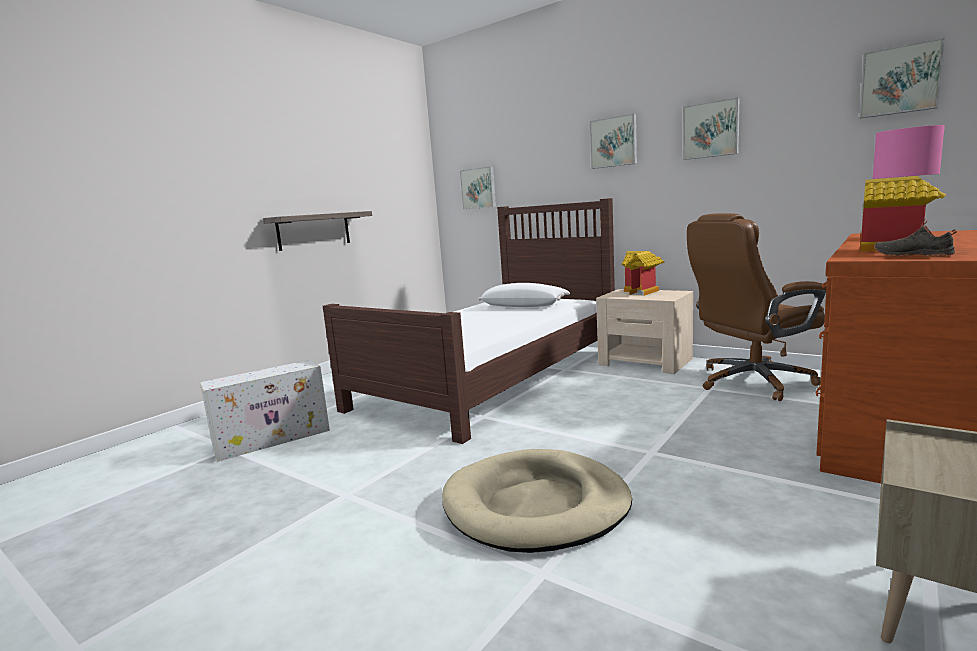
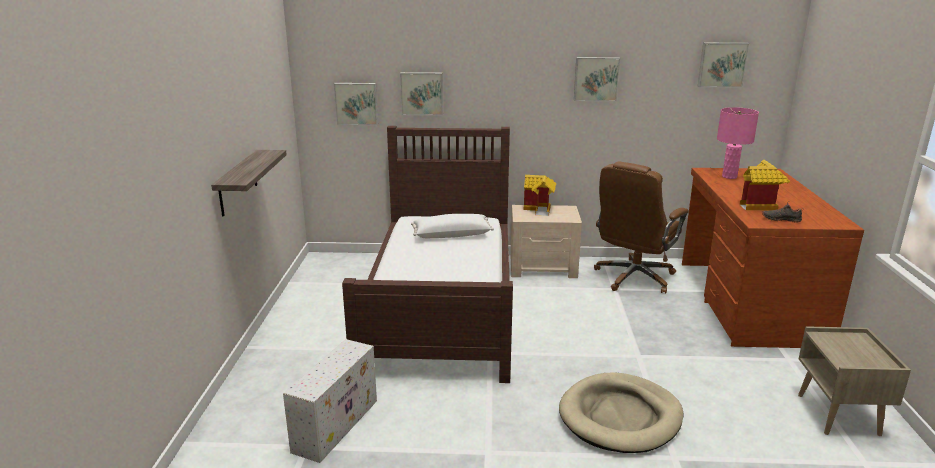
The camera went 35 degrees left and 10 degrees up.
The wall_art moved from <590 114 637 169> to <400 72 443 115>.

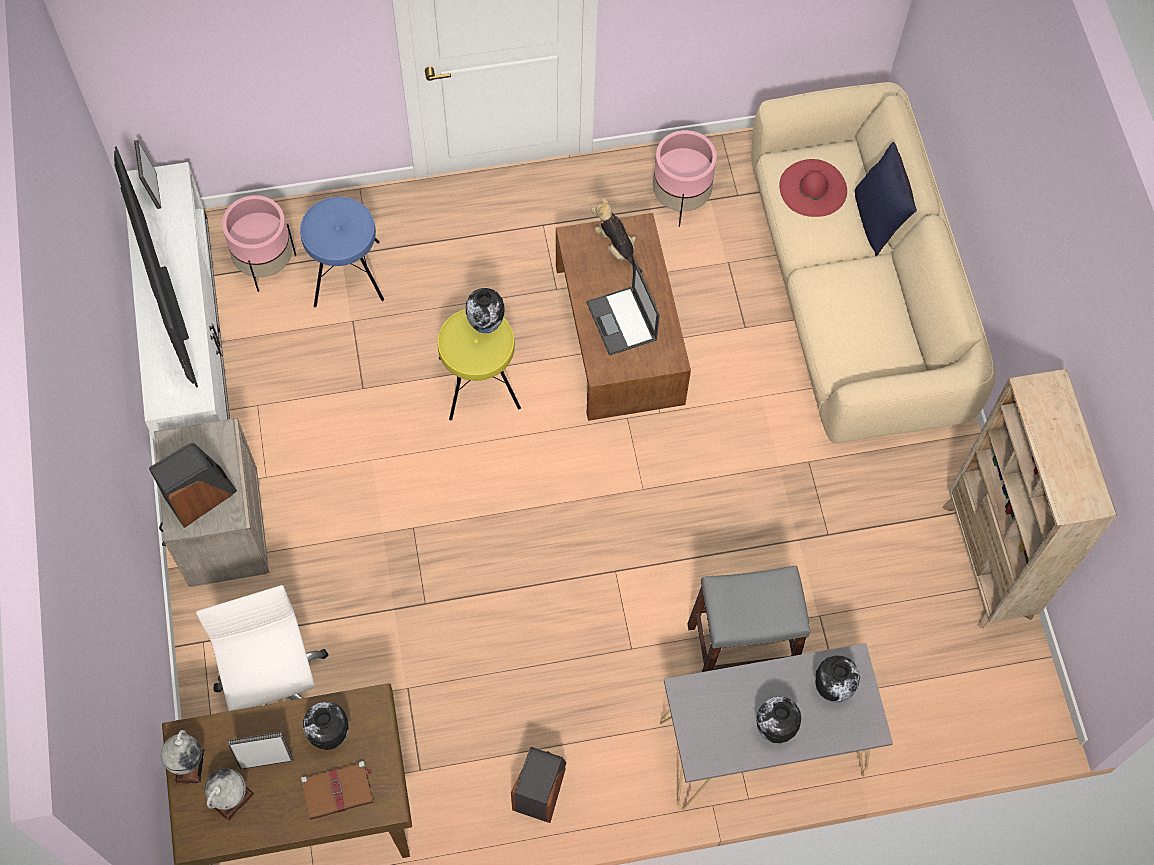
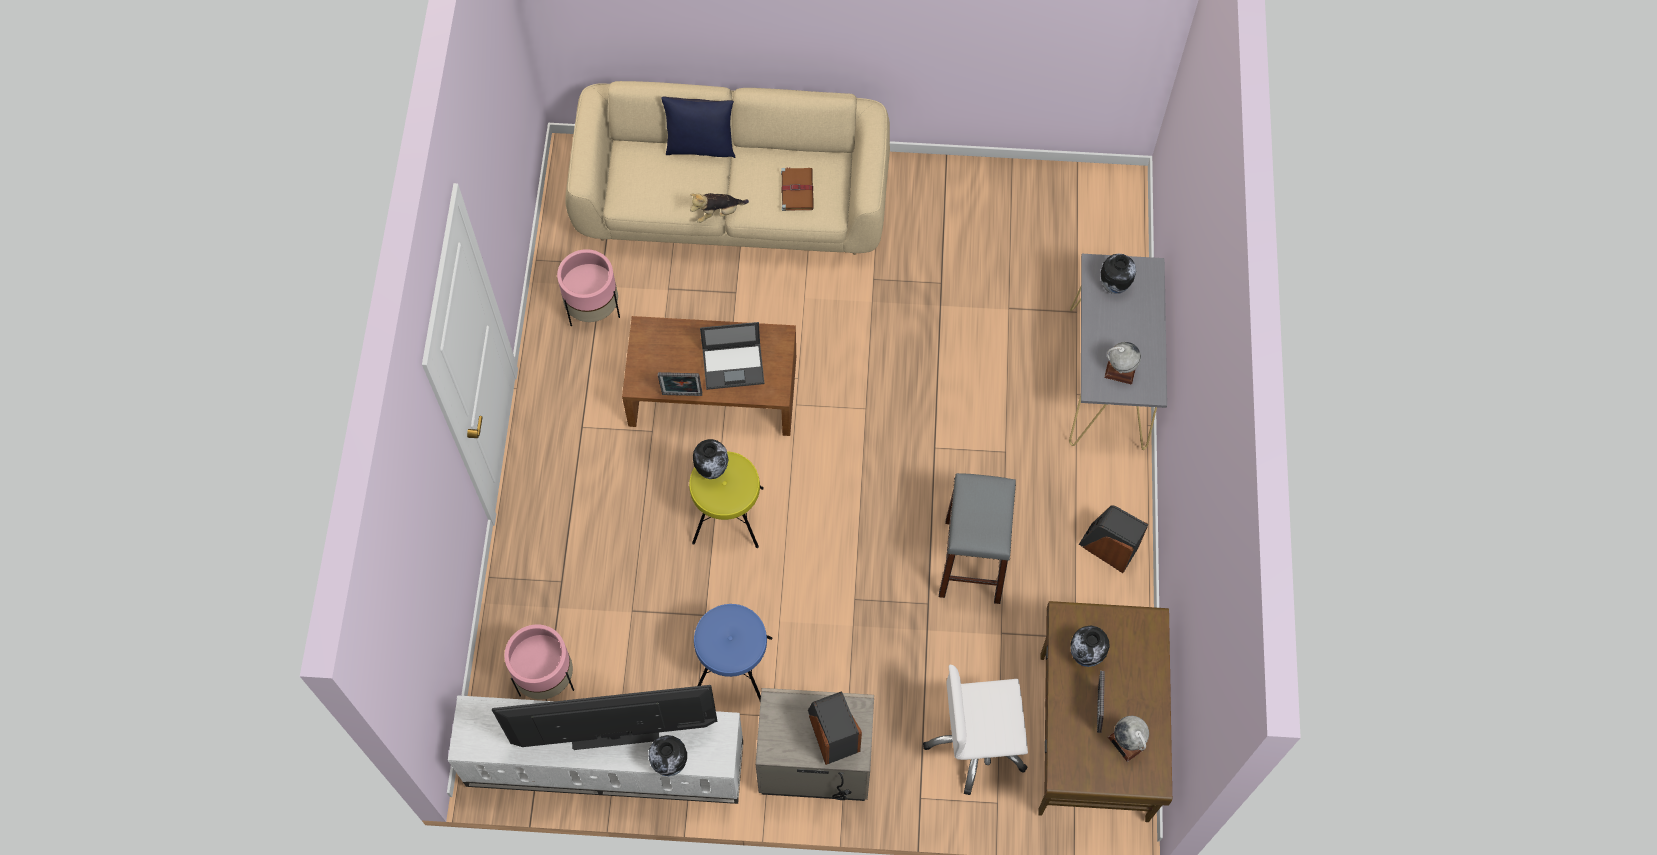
The camera went 75 degrees left and 0 degrees up.
The red-coloured_hat at <779 159 847 217> disappeared.
The beige_bookcase at <942 369 1117 629> disappeared.
The photo_frame moved from <134 140 161 209> to <658 372 702 396>.
The desk_globe moved from <161 730 205 784> to <1104 342 1141 385>.
The bluish_stool moved from <300 197 384 307> to <694 604 773 701>.
The brown_volume moved from <301 761 373 820> to <781 168 814 211>.
The soft_toy moved from <591 198 642 273> to <690 193 749 223>.
The gray_stool moved from <687 565 810 672> to <939 473 1016 604>.
The vase moved from <756 696 802 743> to <649 735 687 776>.

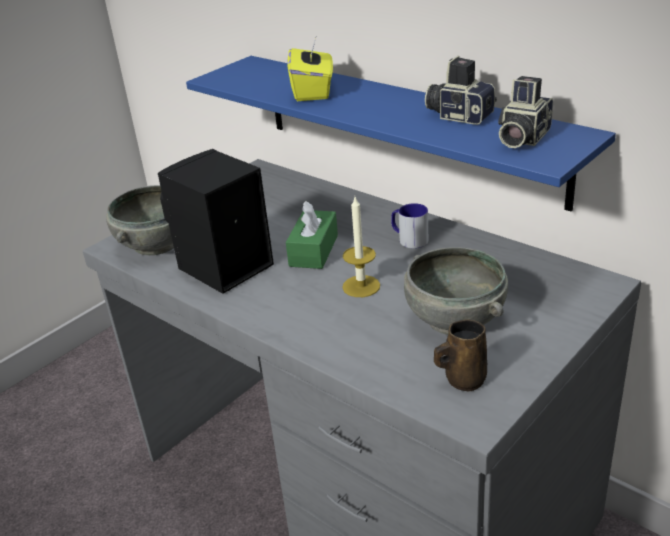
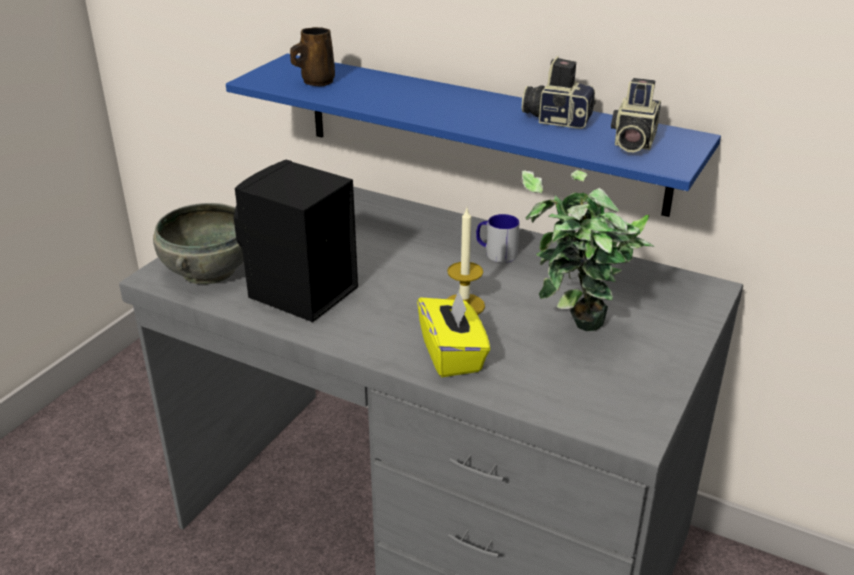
The camera went 15 degrees left and 0 degrees up.
The greenish_tissue_box at <286 201 338 269> disappeared.
The yellow-coloured_tissue_box moved from <288 38 333 101> to <417 290 490 377>.
The brown_coffee_mug moved from <434 320 487 391> to <290 27 335 87>.
The gray_serving_bowl at <404 247 508 335> was replaced by the houseplant at <522 170 654 331>.

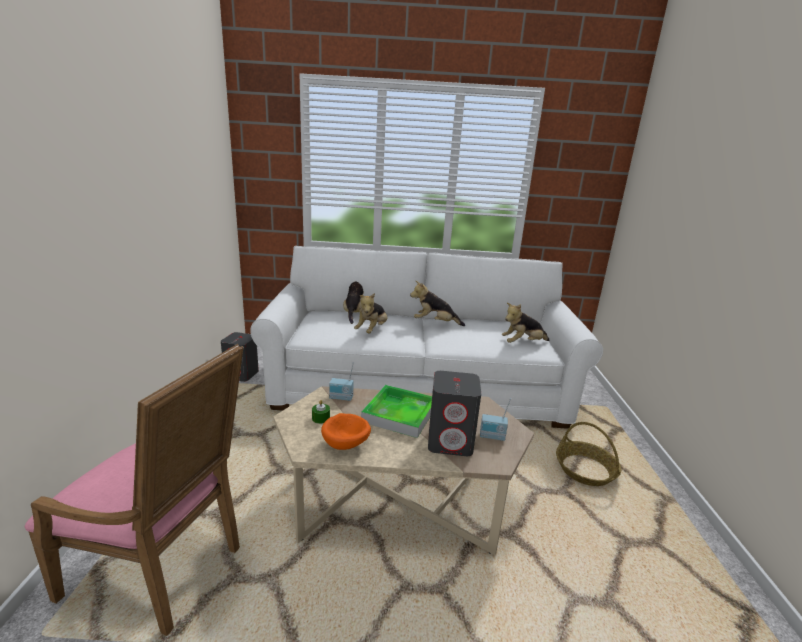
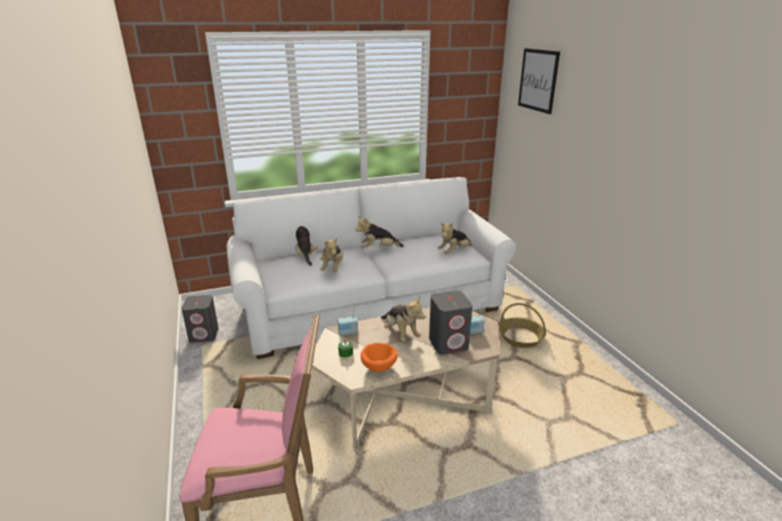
The camera went 20 degrees left and 5 degrees up.
The wall_art at <518 48 560 114> appeared.
The tray at <361 385 432 438> was replaced by the soft_toy at <381 297 425 341>.

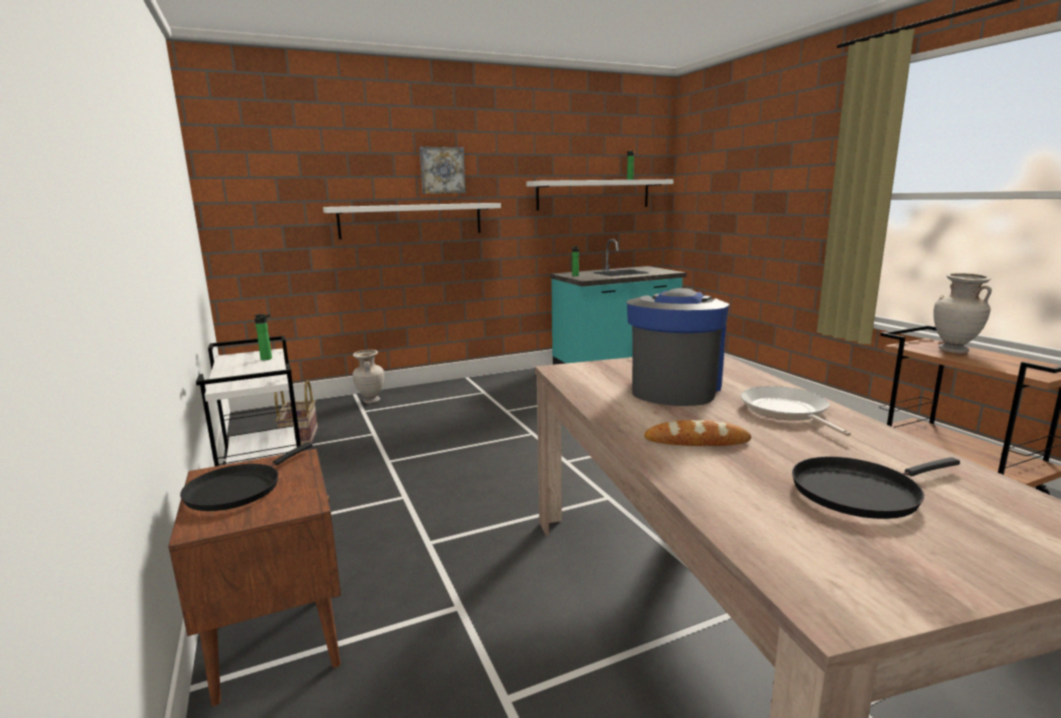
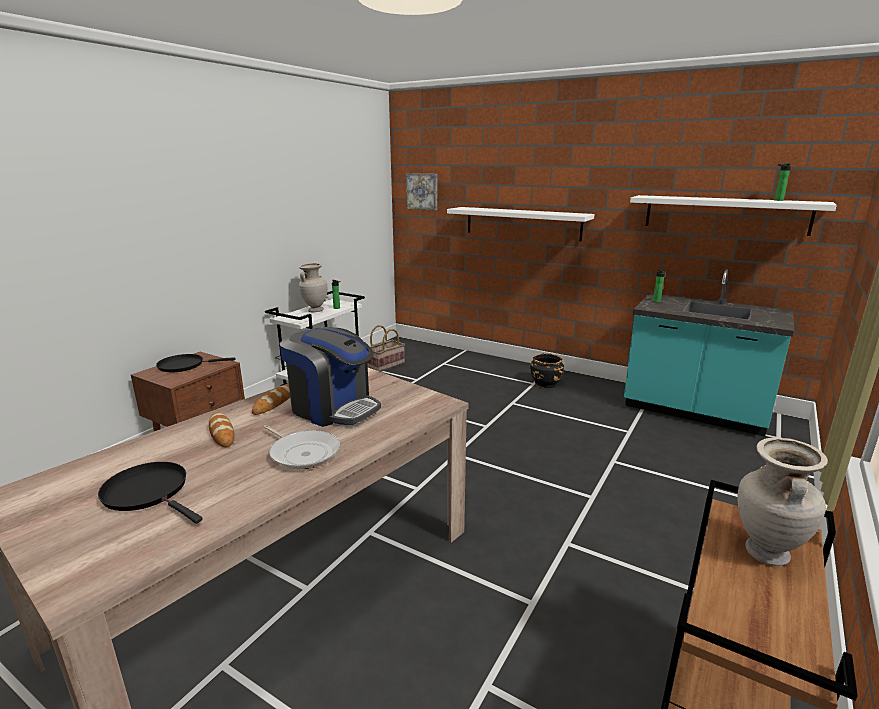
The camera went 55 degrees right and 5 degrees up.
The bakery_bread at <252 385 290 415> appeared.
The black-coloured_plant_pot at <530 353 564 388> appeared.
The beige_vase moved from <352 350 384 404> to <299 263 328 312>.
The wall_art moved from <419 147 466 194> to <406 173 437 211>.
The coffee_maker at <627 287 729 406> turned 45 degrees clockwise.
The frying_pan at <741 386 851 436> turned 90 degrees clockwise.

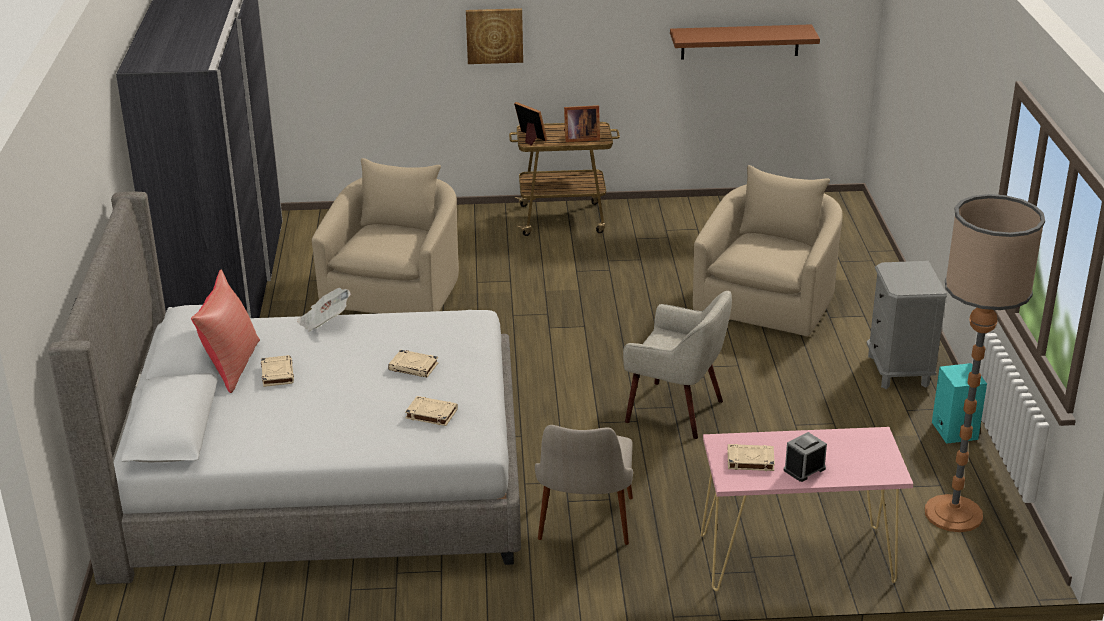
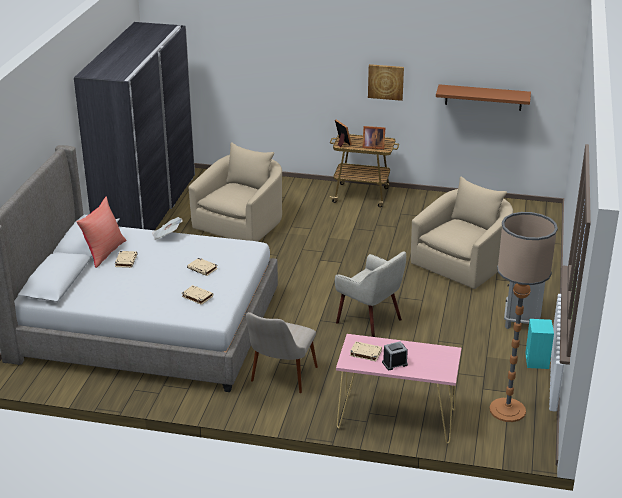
The camera went 15 degrees right and 0 degrees up.
The wall_art moved from <466 8 523 64> to <368 64 404 101>.

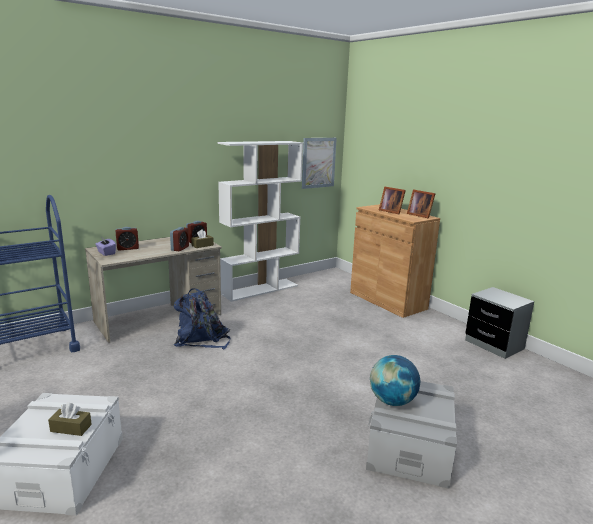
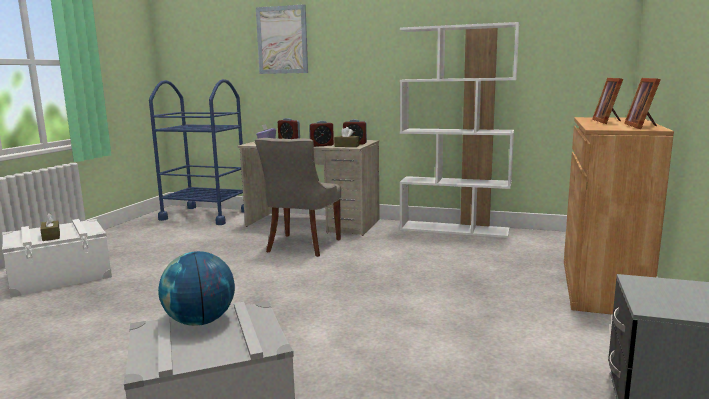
The camera went 55 degrees right and 5 degrees down.
The wall_art moved from <302 138 337 189> to <256 4 308 74>.
The bluish_knapsack at <174 288 230 349> was replaced by the gray_upright_chair at <255 138 341 257>.

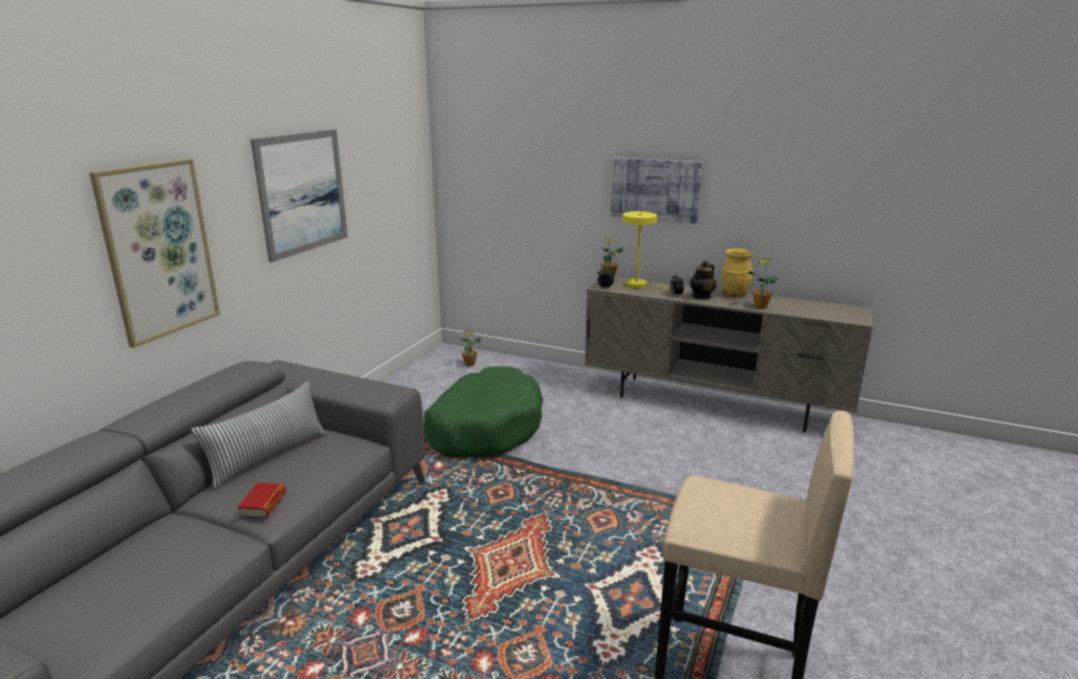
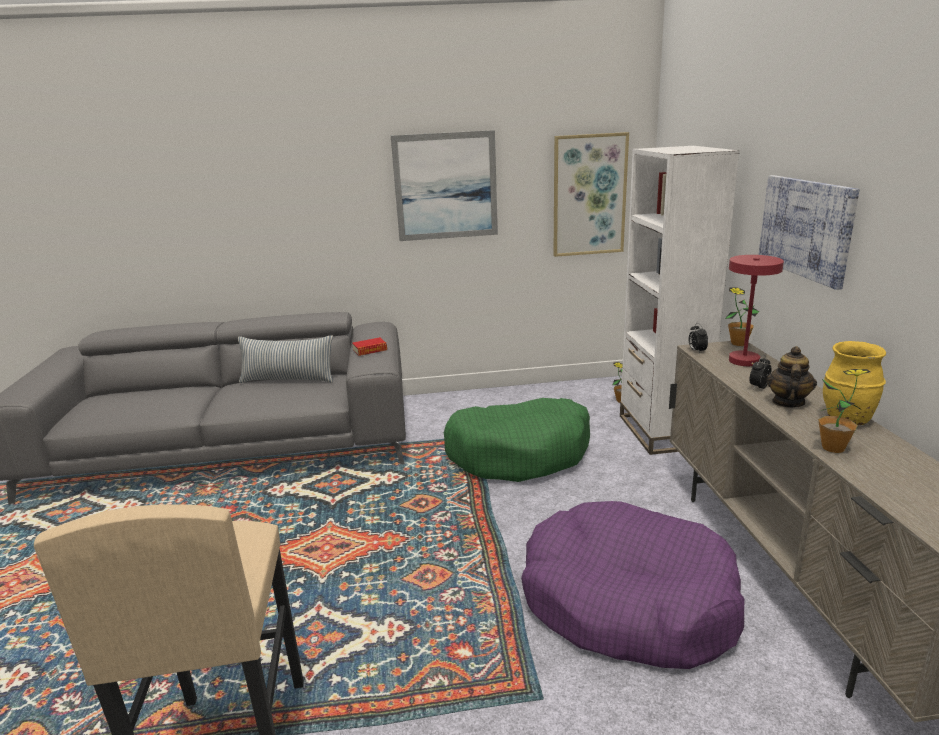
The camera went 60 degrees right and 0 degrees up.
The purple_dog_bed at <521 501 744 669> appeared.
The white_bookcase at <620 146 740 455> appeared.
The wall_art moved from <89 159 220 348> to <553 132 629 257>.
The volume moved from <237 483 286 519> to <352 337 387 356>.
The yellow-coloured_tabletop_lamp at <623 211 671 290> became the red-coloured_tabletop_lamp at <729 255 784 366>.
The pot_for_tea at <689 260 717 300> turned 105 degrees clockwise.

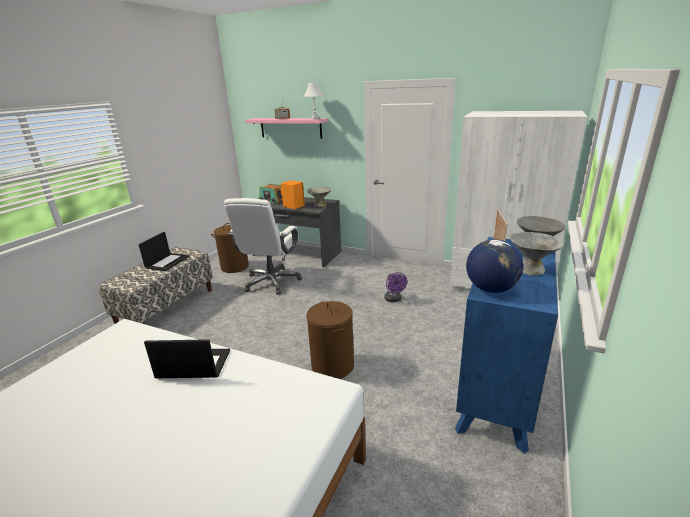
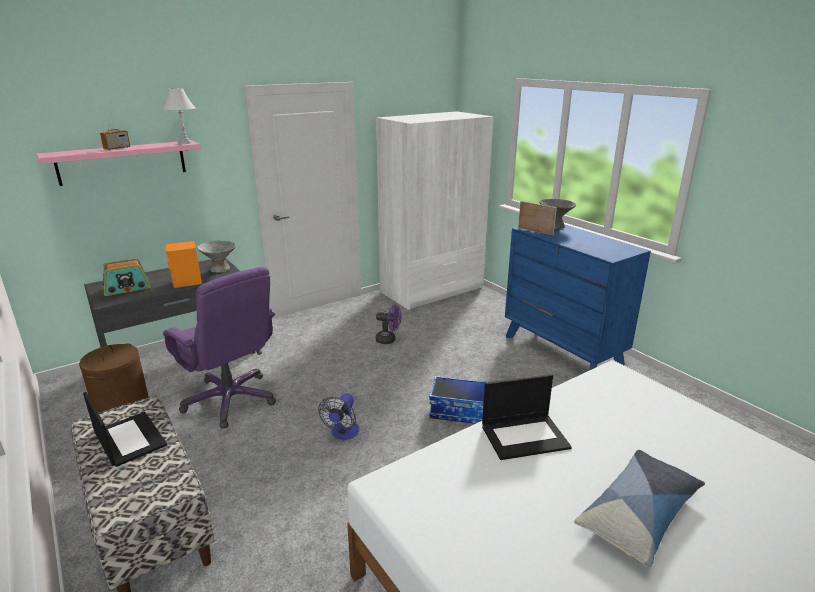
The camera went 60 degrees left and 0 degrees up.
The desk_globe at <466 239 523 293> disappeared.
The gray_serving_bowl at <510 232 563 276> disappeared.
The cooling_fan at <318 393 359 440> appeared.
The throw_pillow at <574 450 705 567> appeared.
The brown_hamper at <306 301 354 379> was replaced by the storage_bin at <429 376 485 424>.
The white_office_chair at <224 198 302 295> became the purple_office_chair at <163 267 276 428>.
The laptop at <144 339 230 378> turned 135 degrees counterclockwise.

